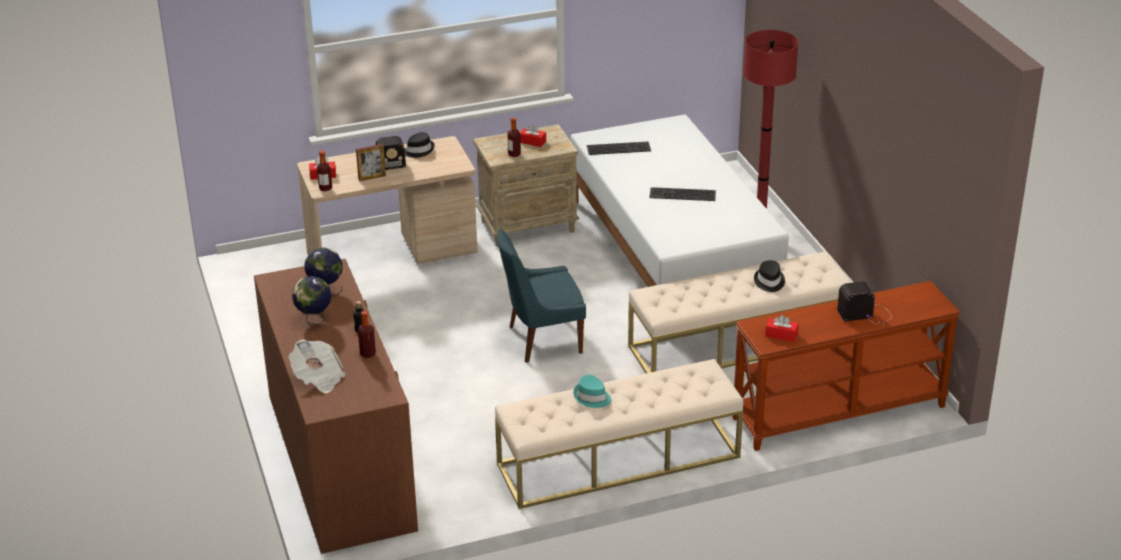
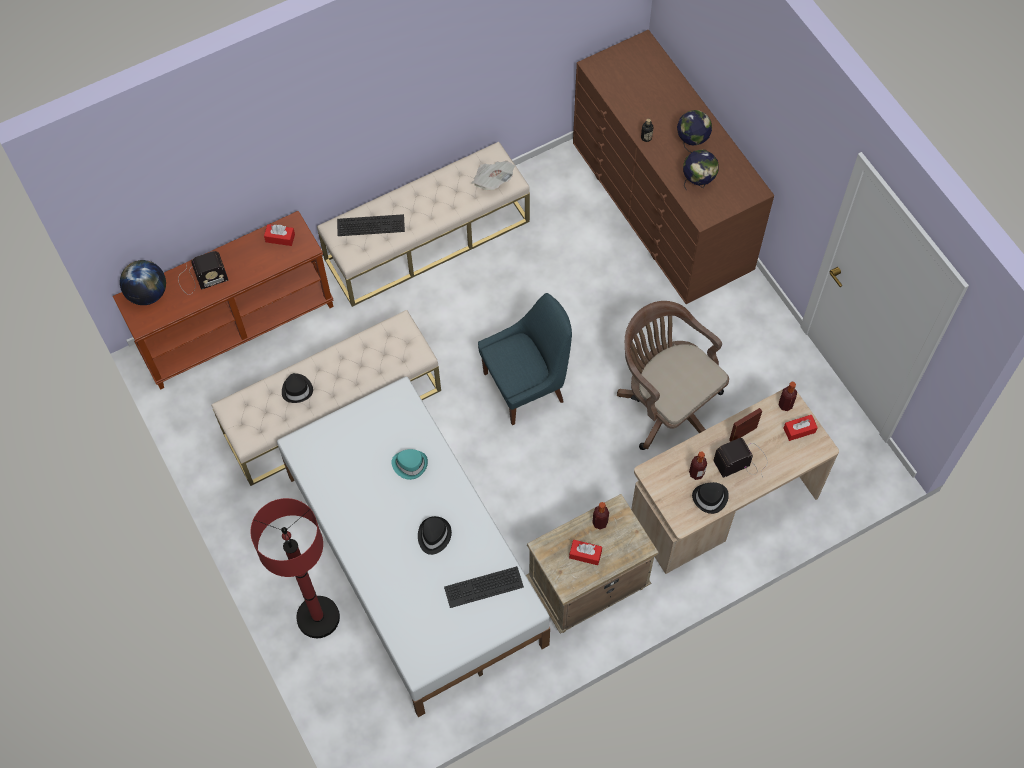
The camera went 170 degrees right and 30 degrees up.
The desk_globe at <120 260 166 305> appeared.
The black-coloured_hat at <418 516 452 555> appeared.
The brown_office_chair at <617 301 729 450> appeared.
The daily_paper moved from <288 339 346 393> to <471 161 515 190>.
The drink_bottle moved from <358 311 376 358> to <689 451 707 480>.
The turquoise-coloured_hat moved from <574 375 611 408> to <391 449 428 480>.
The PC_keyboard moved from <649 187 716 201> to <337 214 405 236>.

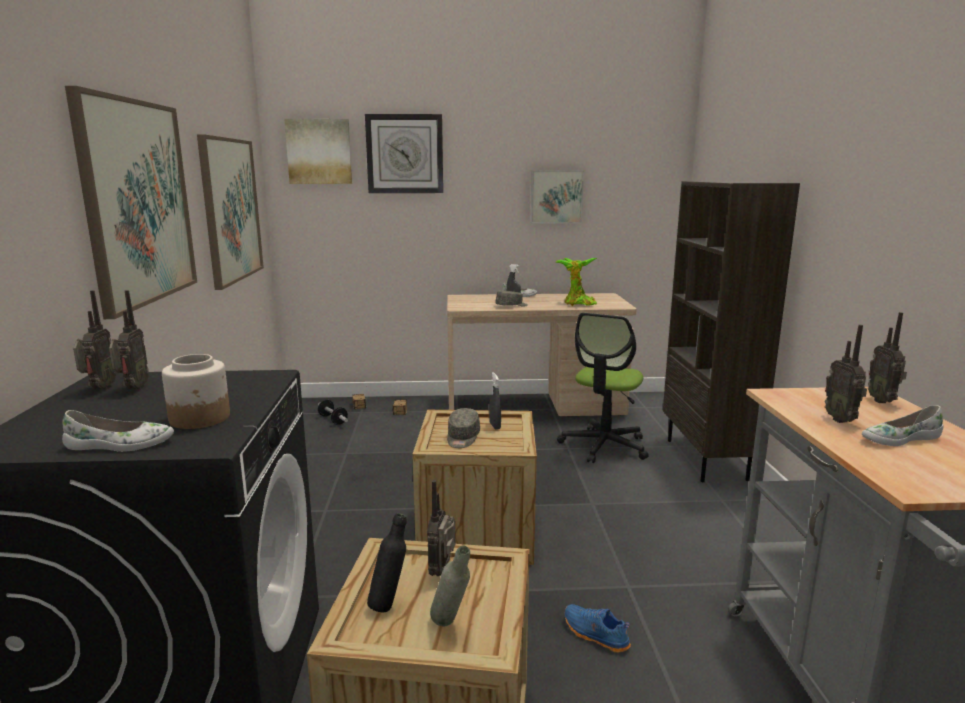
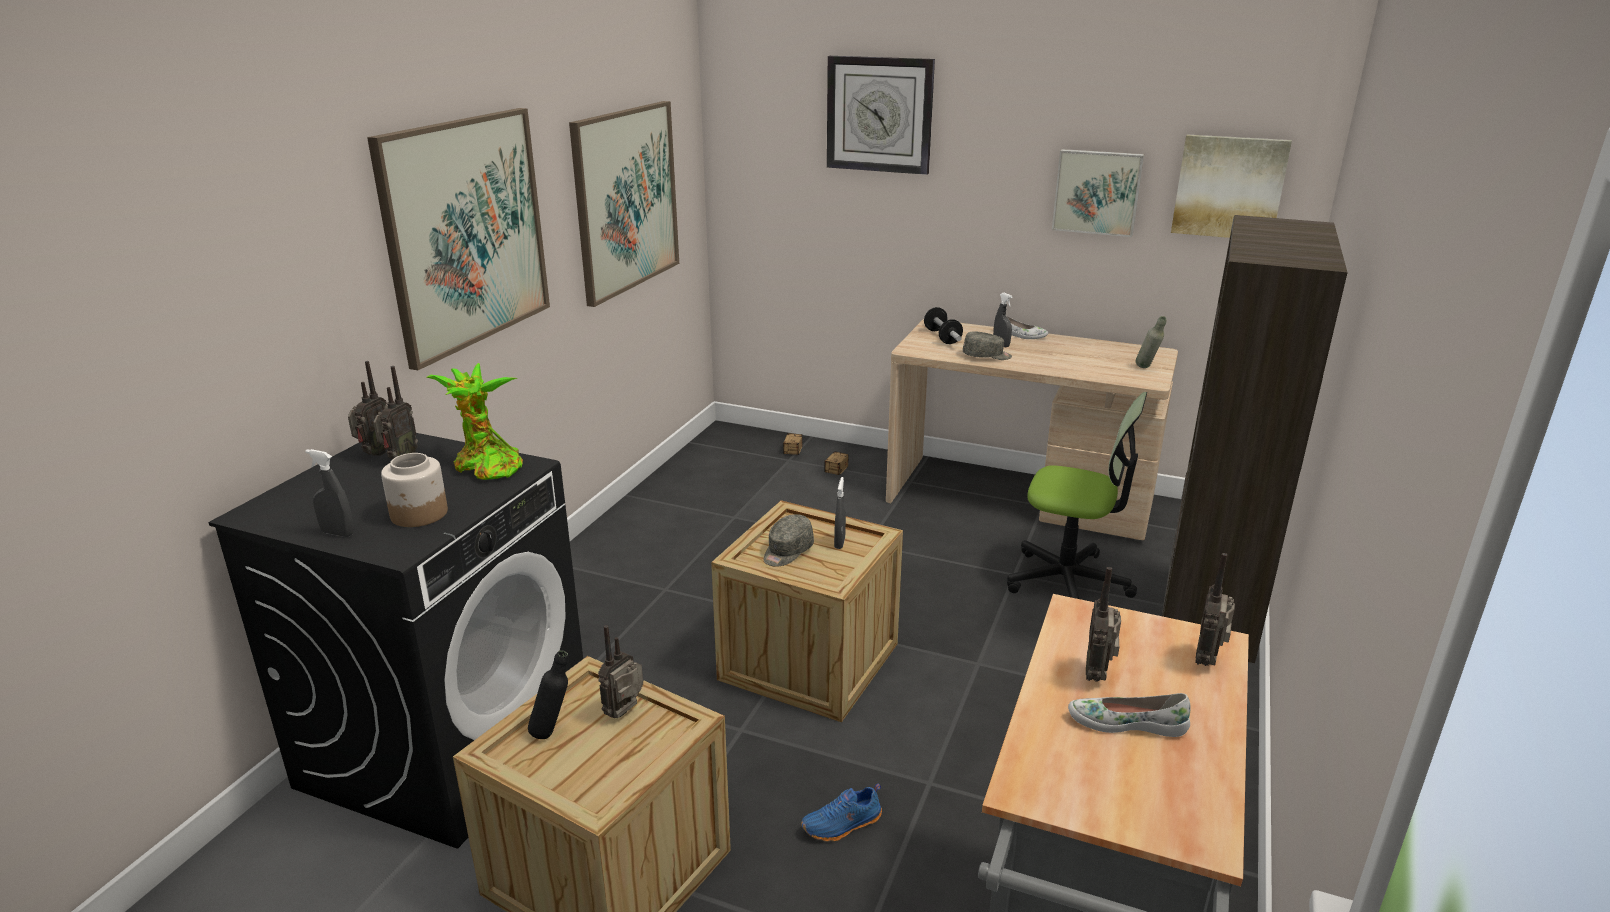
The camera went 25 degrees right and 10 degrees up.
The wall_art moved from <284 119 352 184> to <1171 135 1292 238>.
The hand_weight moved from <318 400 348 425> to <924 307 963 344>.
The gray_drink_bottle moved from <430 545 470 627> to <1136 316 1167 368>.
The houseplant moved from <555 258 597 306> to <427 363 523 480>.
The white_shoe at <62 410 174 452> was replaced by the gray_hand_sprayer at <305 449 354 537>.
The office_chair at <557 313 649 463> turned 120 degrees counterclockwise.
The bluish_shoe at <565 604 631 653> turned 90 degrees counterclockwise.

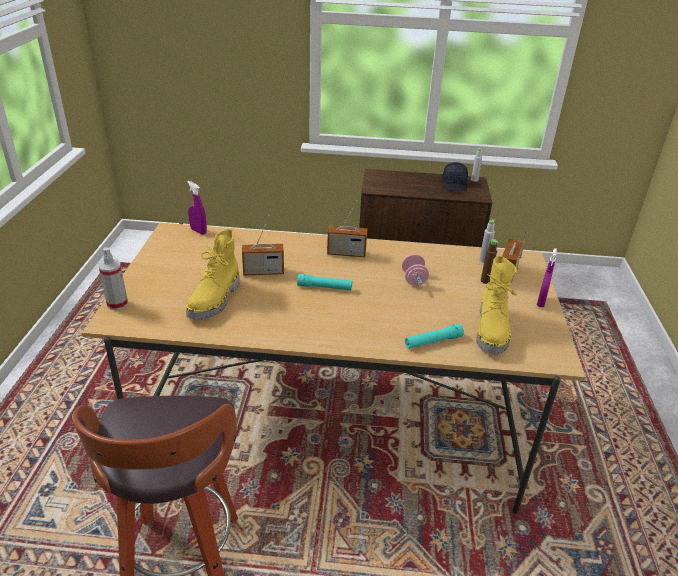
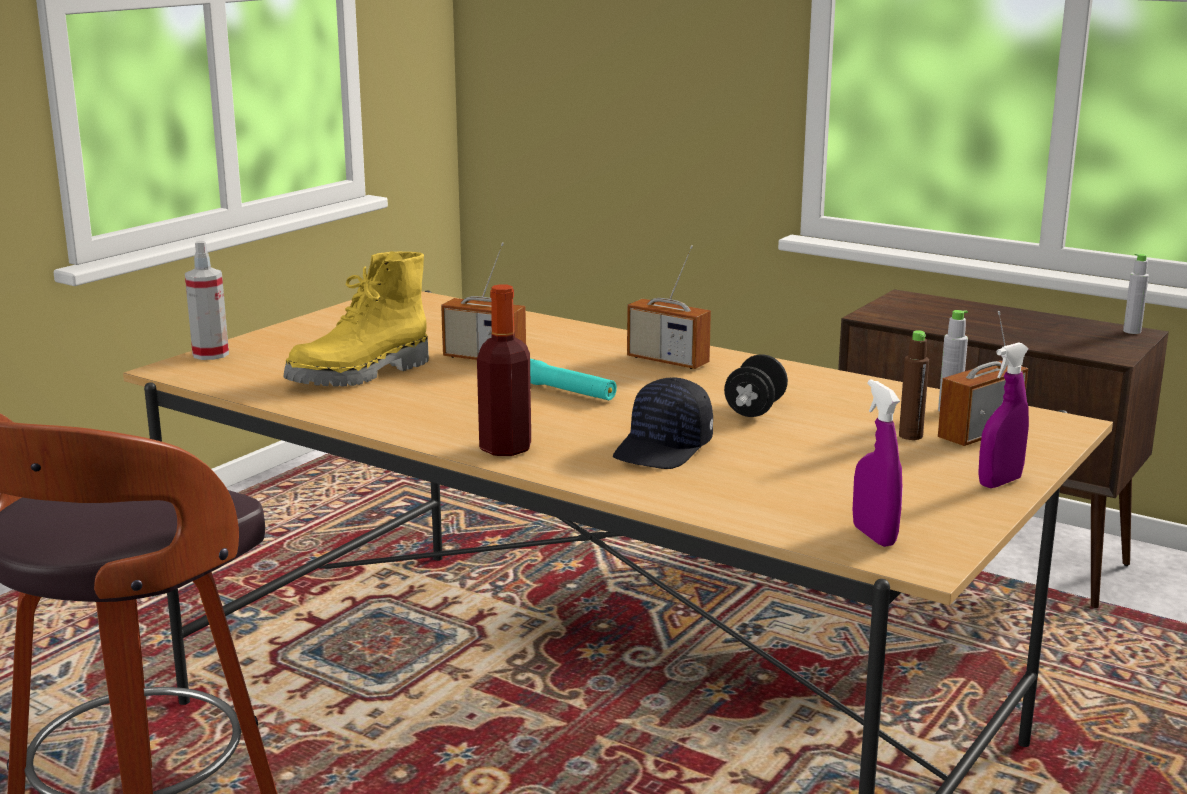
The camera went 30 degrees right and 15 degrees down.
The turquoise-coloured_hand_torch at <405 324 464 349> disappeared.
The yellow-coloured_tall_boot at <476 256 517 354> disappeared.
The drink_bottle at <477 284 531 456> appeared.
The purple_hand_sprayer moved from <187 181 207 235> to <853 379 902 547>.
The black-coloured_cap moved from <442 162 468 191> to <613 378 713 469>.
The pink-coloured_hand_weight at <402 254 429 286> became the black-coloured_hand_weight at <724 354 788 417>.

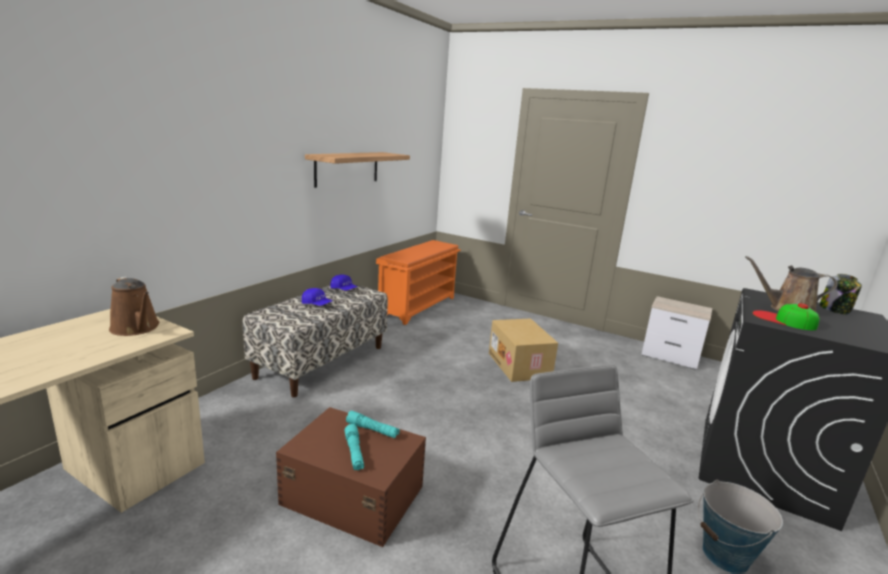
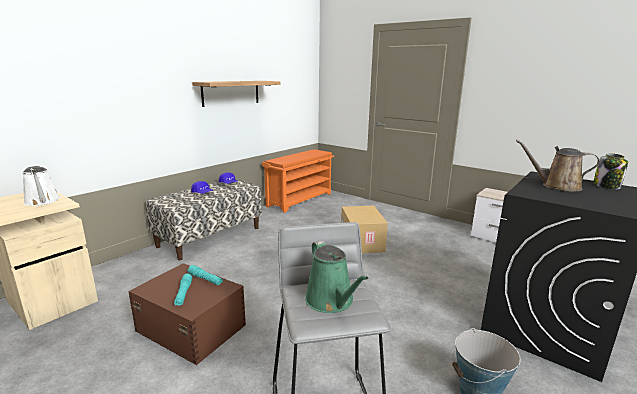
The camera went 10 degrees right and 0 degrees up.
The cap at <752 303 820 330> disappeared.
The greenish_sprinkling_can at <305 240 369 313> appeared.
The brown_sprinkling_can at <109 277 160 336> became the white_sprinkling_can at <22 166 61 206>.

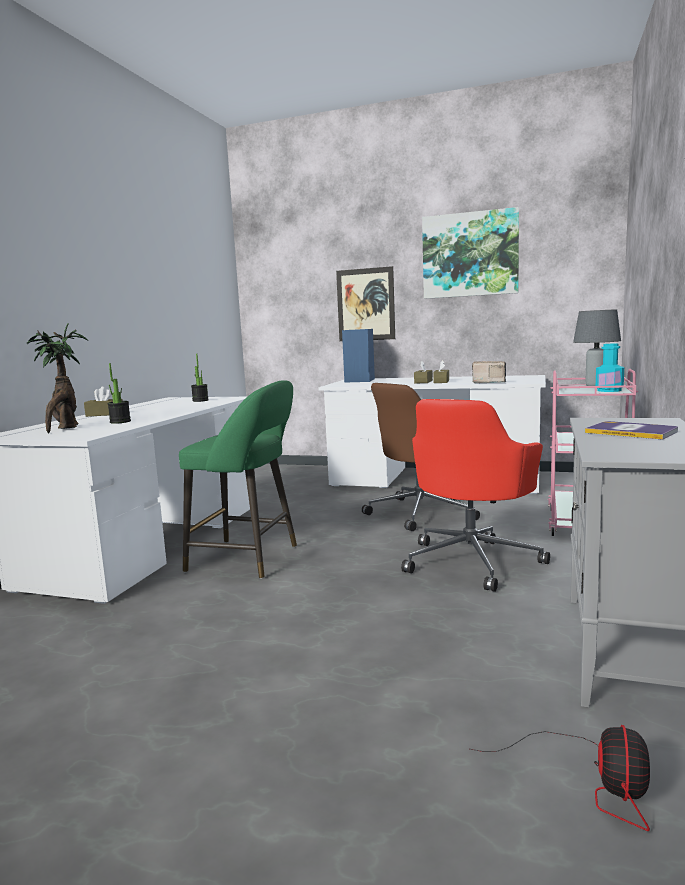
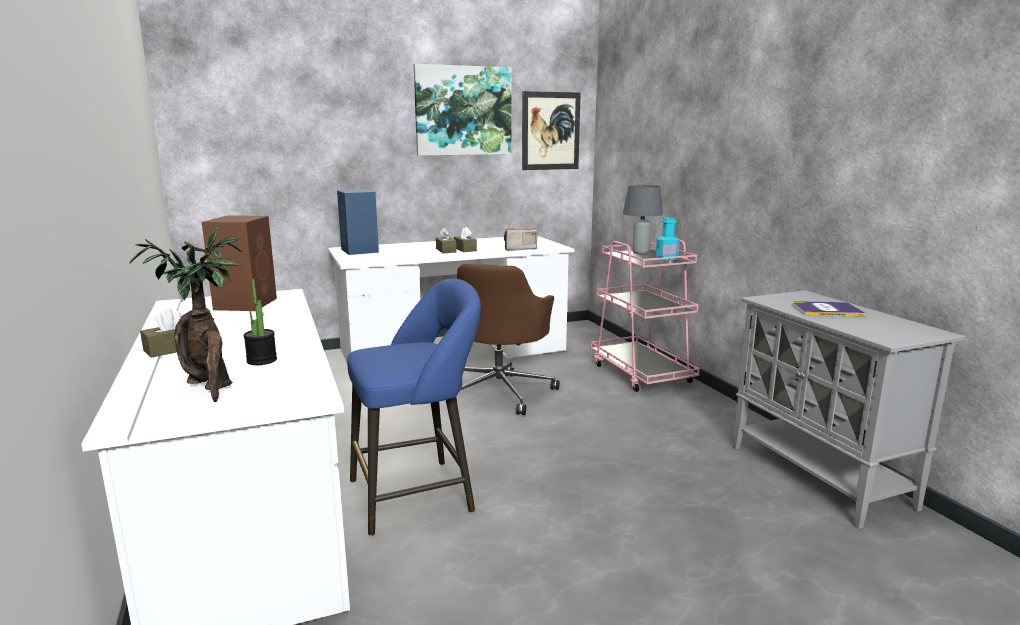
The camera went 40 degrees left and 5 degrees up.
The red-coloured_office_chair at <401 399 550 592> disappeared.
The cooling_fan at <470 725 650 831> disappeared.
The wall_art moved from <336 266 395 341> to <522 91 581 170>.
The houseplant at <191 354 209 402> was replaced by the brown_loudspeaker at <202 215 277 311>.
The greenish_stool at <179 380 297 579> became the bluish_stool at <347 279 481 536>.

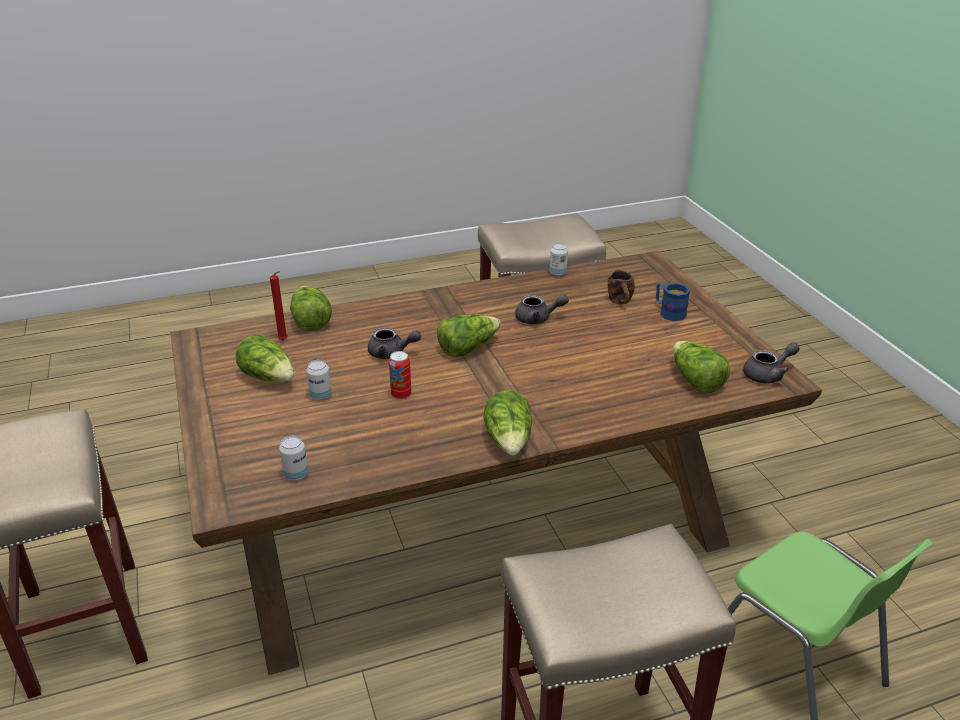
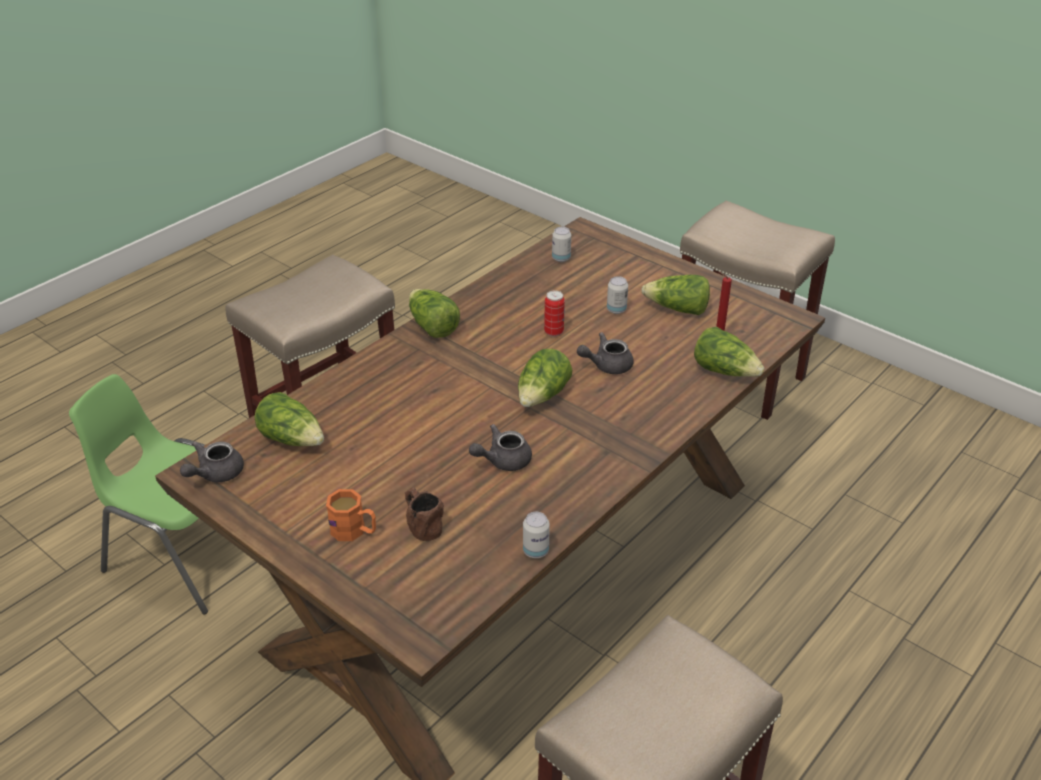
The camera went 150 degrees right and 5 degrees up.
The bluish_coffee_mug at <656 283 690 321> became the orange_coffee_mug at <326 489 376 541>.

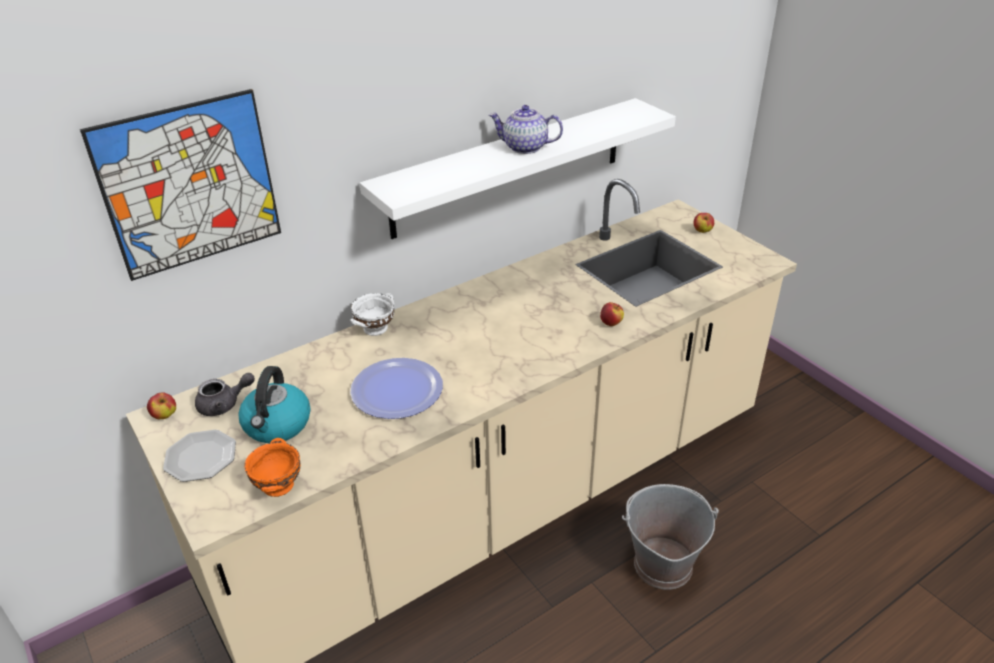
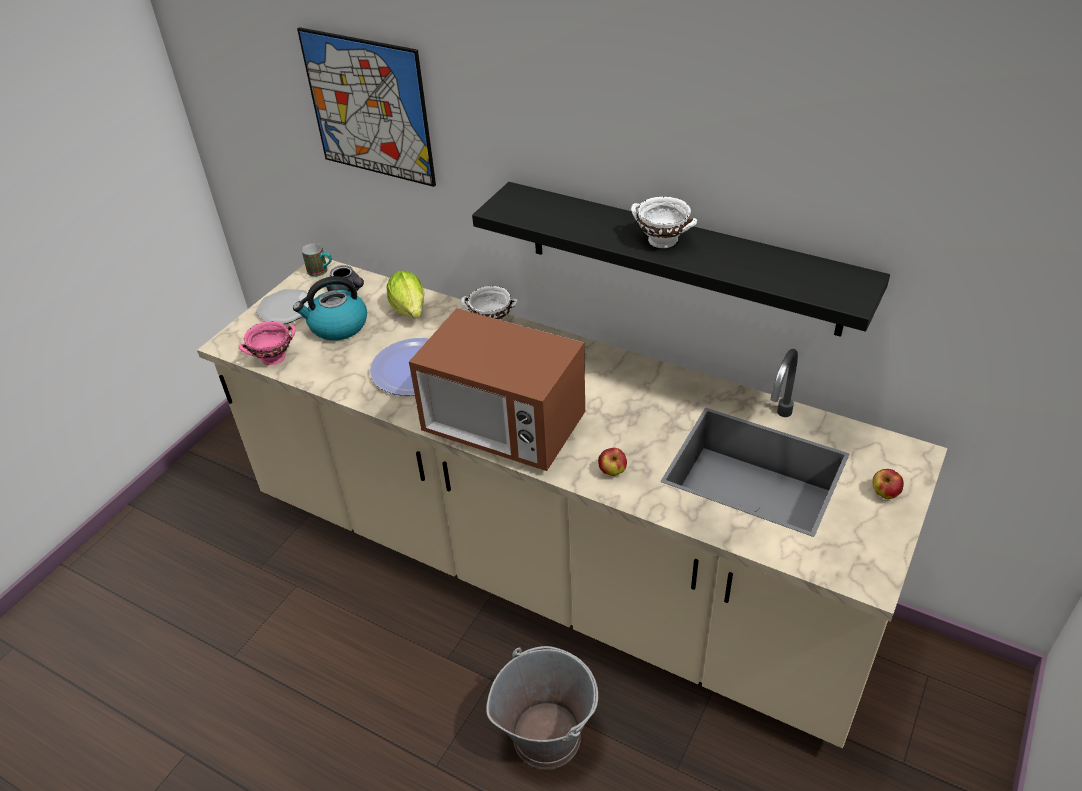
The camera went 65 degrees right and 5 degrees up.
The lettuce_head at <386 271 424 318> appeared.
The kitchen_microwave at <409 308 585 471> appeared.
The whole_apple at <147 392 176 419> was replaced by the coffee_mug at <302 243 332 277>.
The pot_for_tea at <489 105 563 154> was replaced by the white_serving_bowl at <631 197 697 248>.
The orange_serving_bowl at <245 438 301 497> became the pink-coloured_serving_bowl at <239 321 296 365>.
The white_wall_shelf at <360 98 676 239> became the black-coloured_wall_shelf at <472 182 890 337>.

